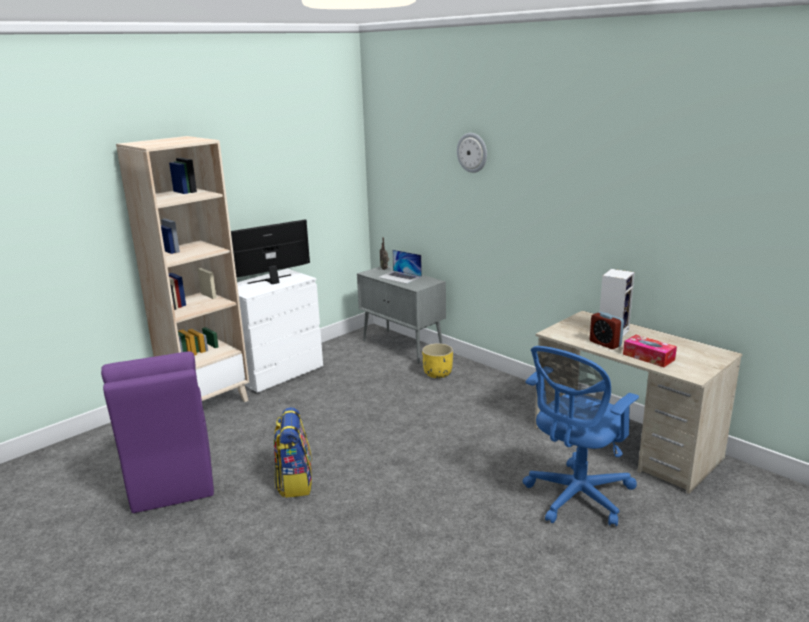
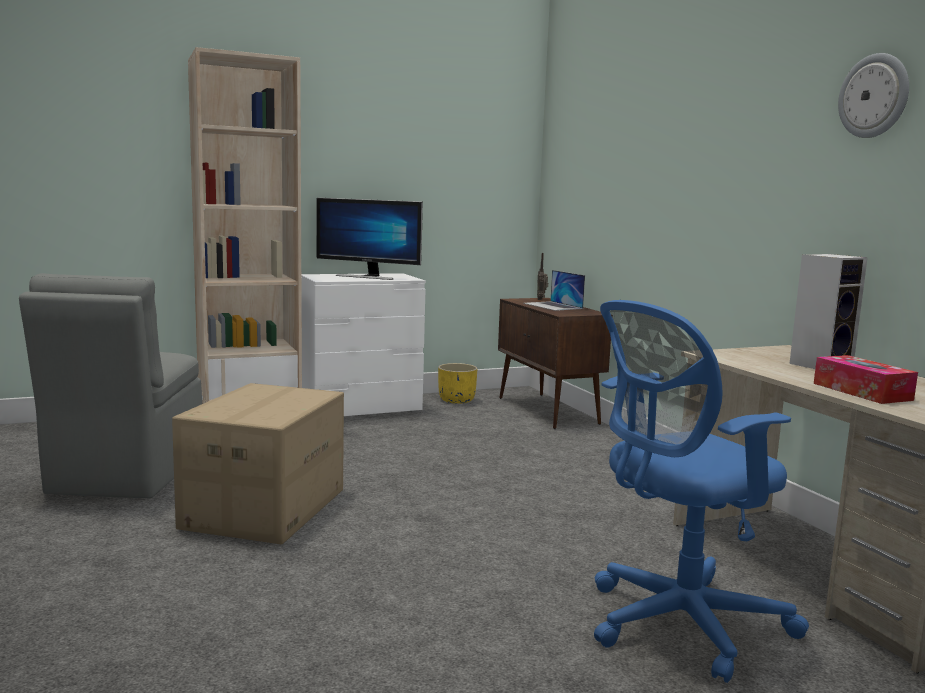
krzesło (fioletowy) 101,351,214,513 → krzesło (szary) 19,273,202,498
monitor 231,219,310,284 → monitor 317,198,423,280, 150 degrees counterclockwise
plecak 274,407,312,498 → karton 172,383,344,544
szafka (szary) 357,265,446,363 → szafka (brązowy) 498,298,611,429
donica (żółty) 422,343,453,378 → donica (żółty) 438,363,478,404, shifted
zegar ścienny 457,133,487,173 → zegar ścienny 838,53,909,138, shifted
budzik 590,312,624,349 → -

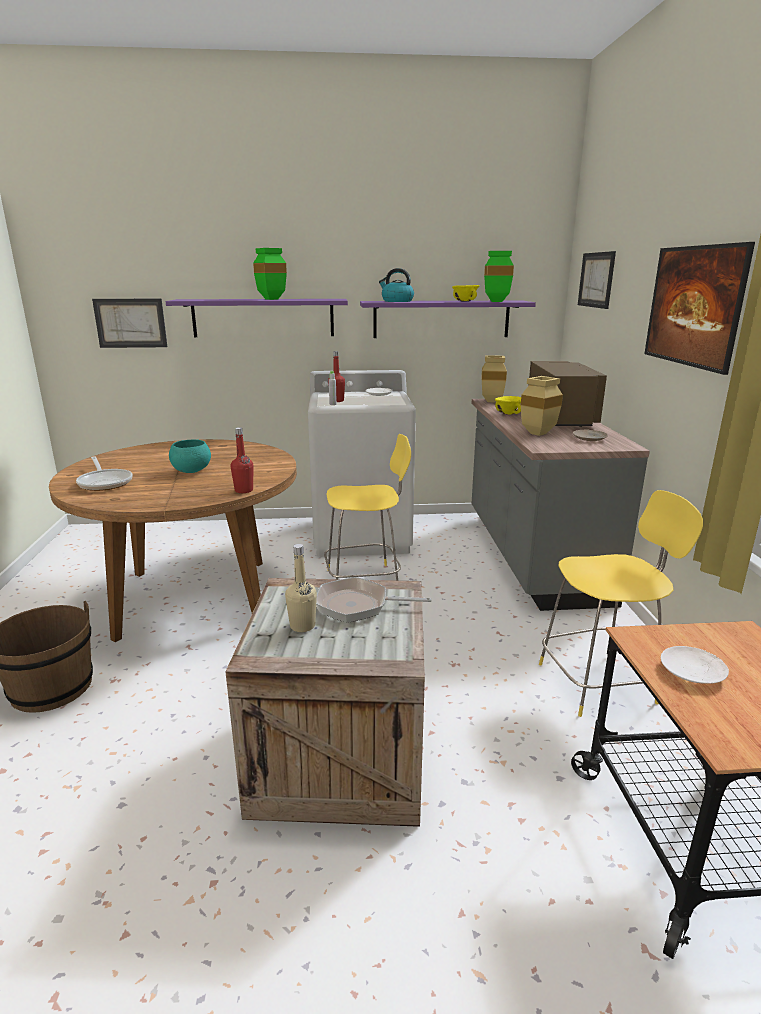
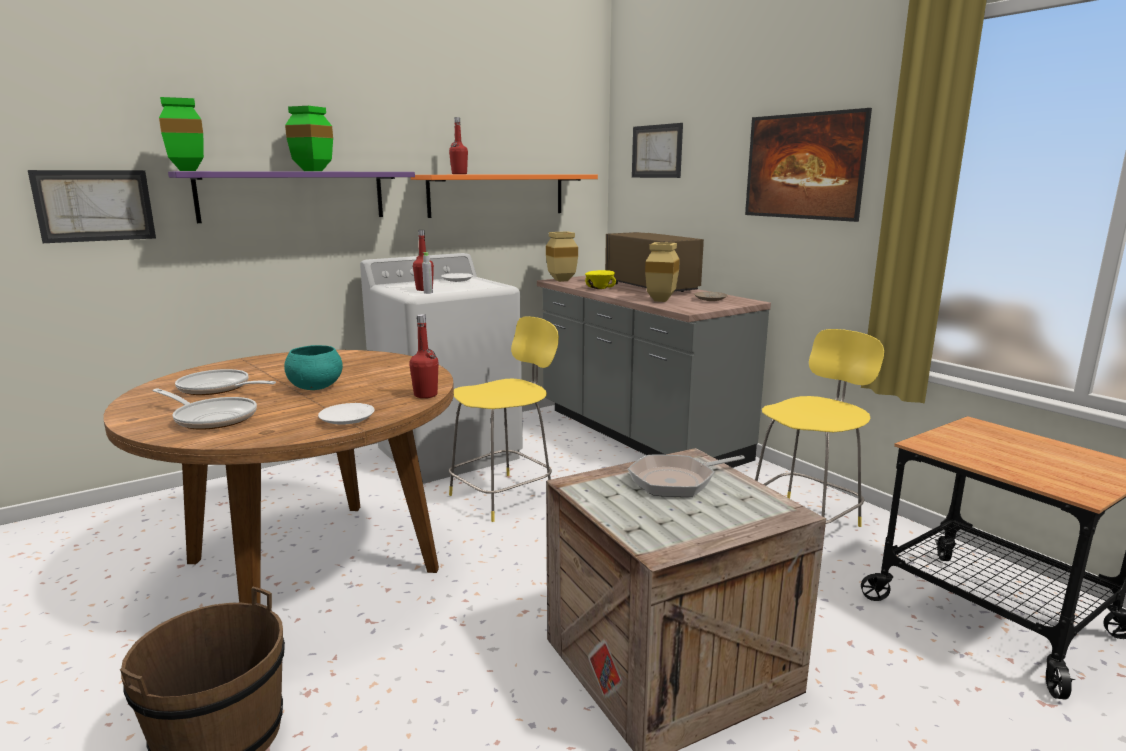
butelka (beżowy) 285,544,317,632 → -
półka (fioletowy) 360,301,536,338 → półka (pomarańczowy) 411,175,598,218
czajnik 379,268,414,302 → butelka (czerwony) 449,117,468,174
miska (żółty) 452,285,479,302 → -
wazon (zielony) 484,251,514,302 → wazon (zielony) 159,97,204,171, shifted
talerz (biały) 661,646,729,684 → talerz (biały) 318,403,375,425, shifted
- → patelnia 175,369,276,395

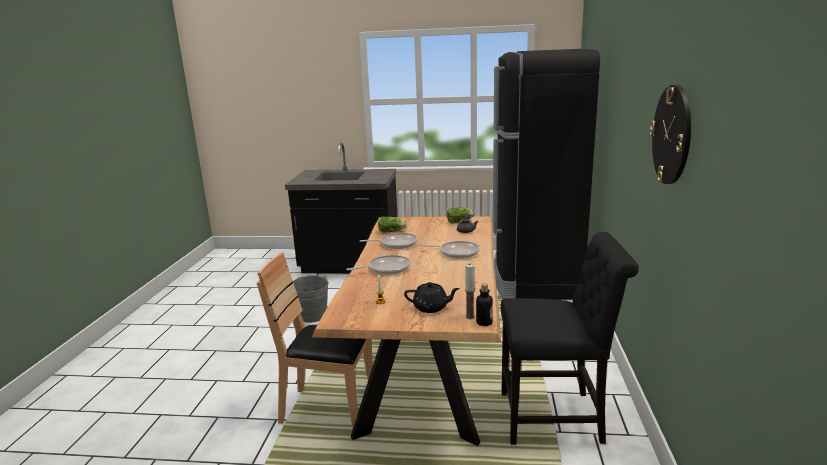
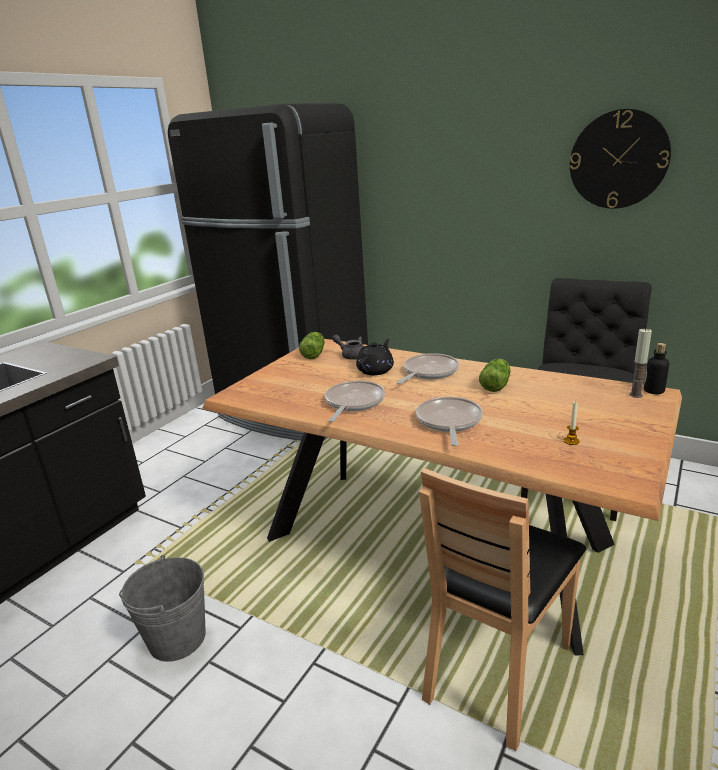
sałata 378,217,407,232 → sałata 479,359,511,392, shifted
imbryk (czarny) 404,282,460,313 → imbryk (czarny) 356,339,394,375, shifted

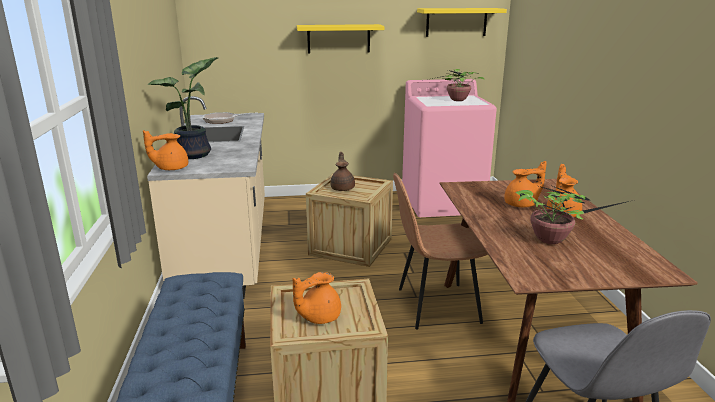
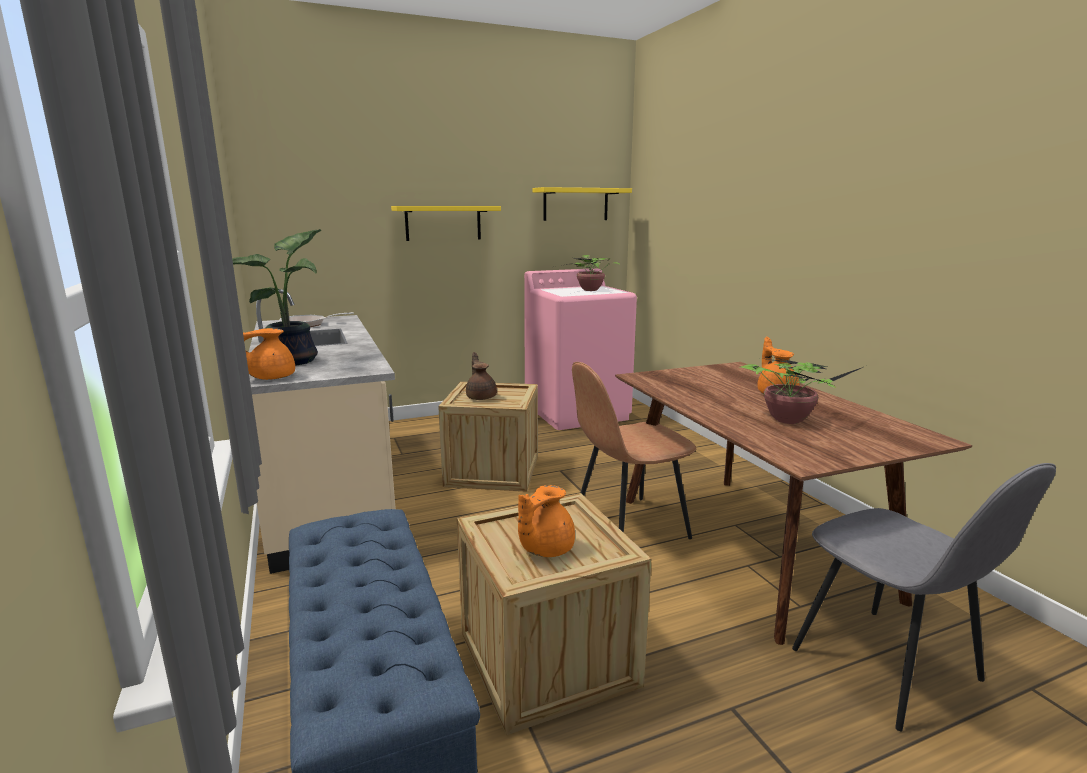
imbryk (pomarańczowy) 504,161,547,207 → -

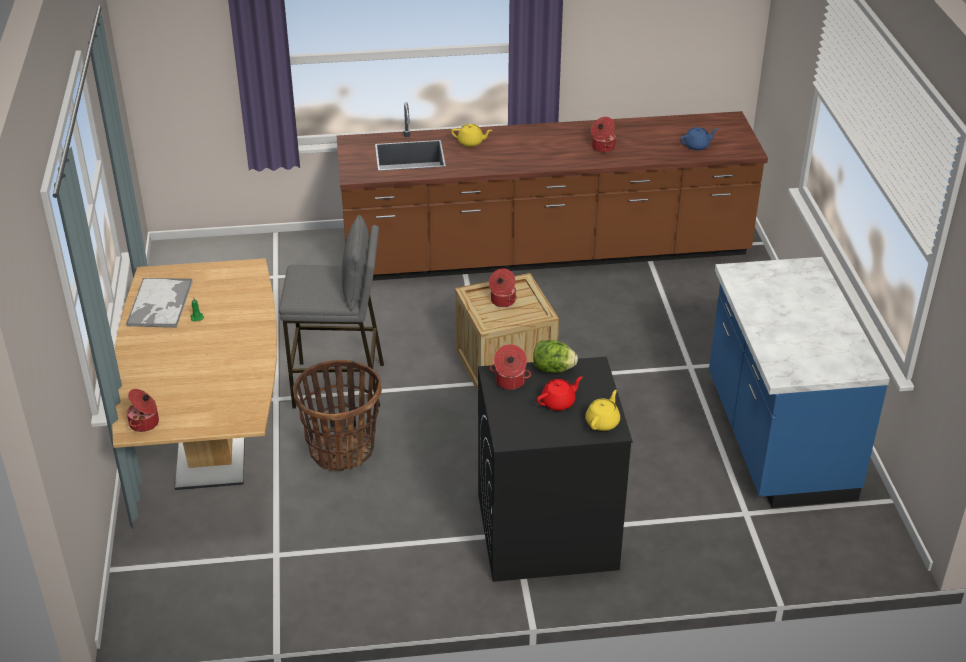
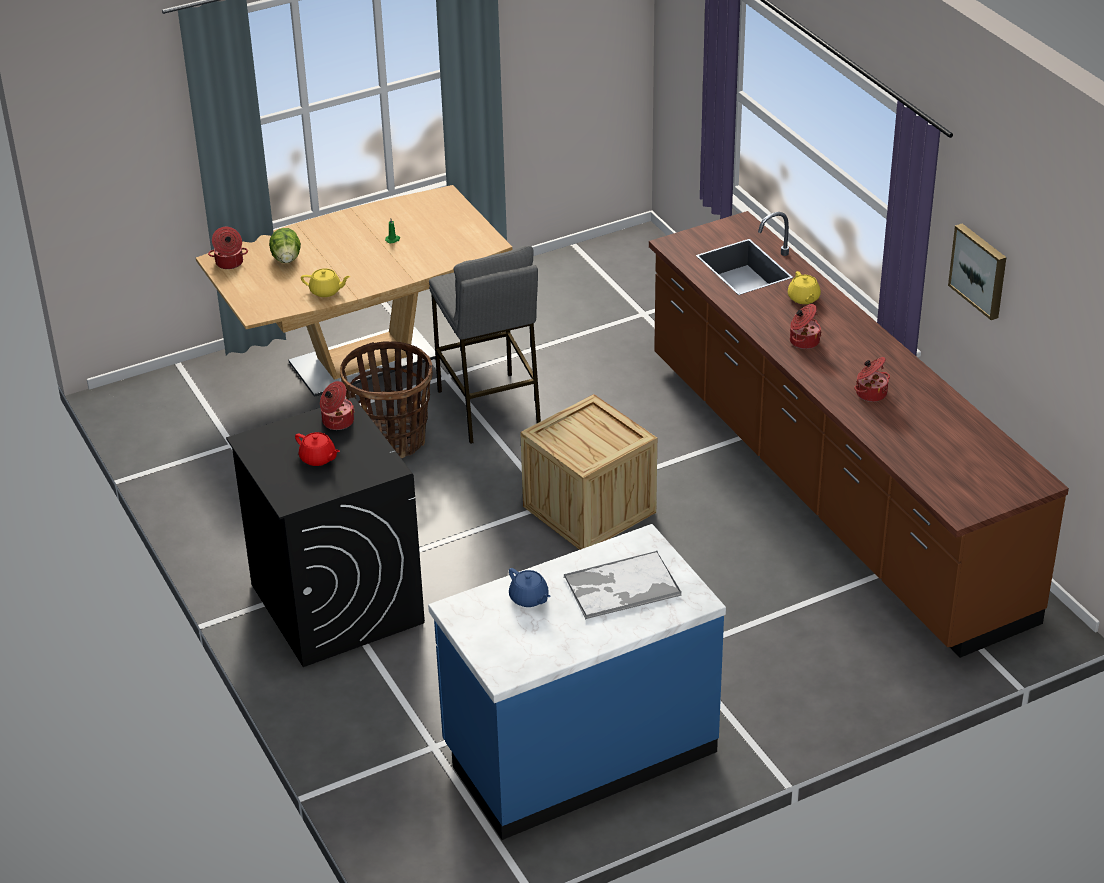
taca 126,278,193,328 → taca 564,551,682,619, shifted
garnek 489,269,517,307 → garnek 790,304,821,349, shifted
sałata 533,340,578,373 → sałata 269,228,301,263, shifted
imbryk (żółty) 585,390,620,431 → imbryk (żółty) 301,269,351,297, shifted
imbryk (niebieski) 680,127,718,150 → imbryk (niebieski) 509,568,551,607, shifted
- → obraz 948,224,1006,320

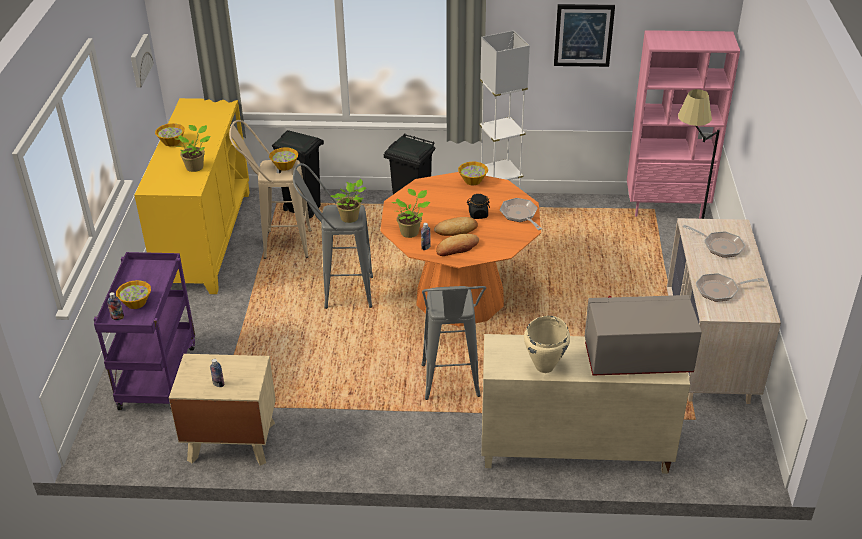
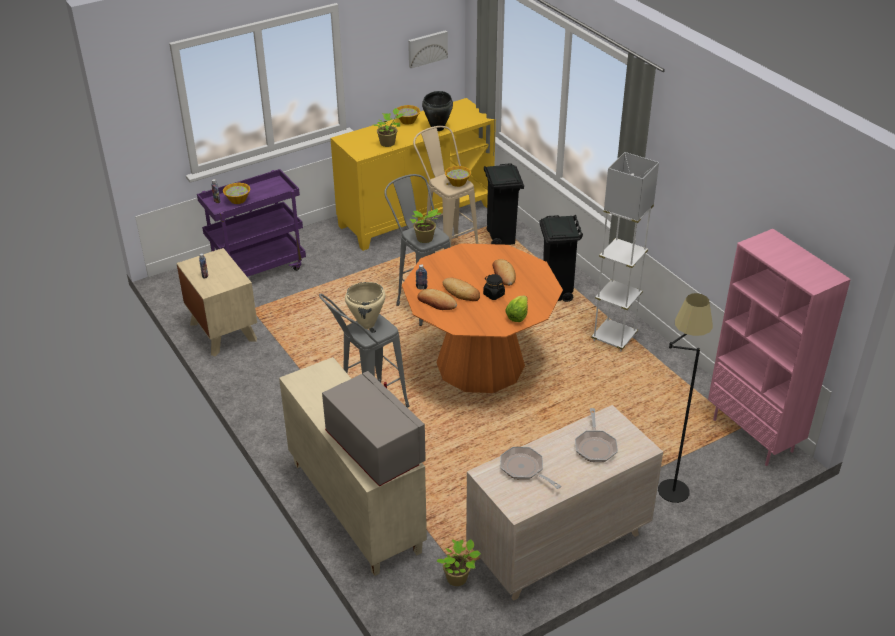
roślina doniczkowa 392,189,430,238 → roślina doniczkowa 436,539,481,586, shifted
miska 458,162,488,185 → -
patelnia 500,198,542,230 → sałata 505,296,528,322
garnek (beżowy) 524,316,570,373 → garnek (beżowy) 345,282,385,329, shifted
obraz 554,4,615,67 → -
- → garnek (czarny) 422,91,453,131
- → chleb 493,259,516,286

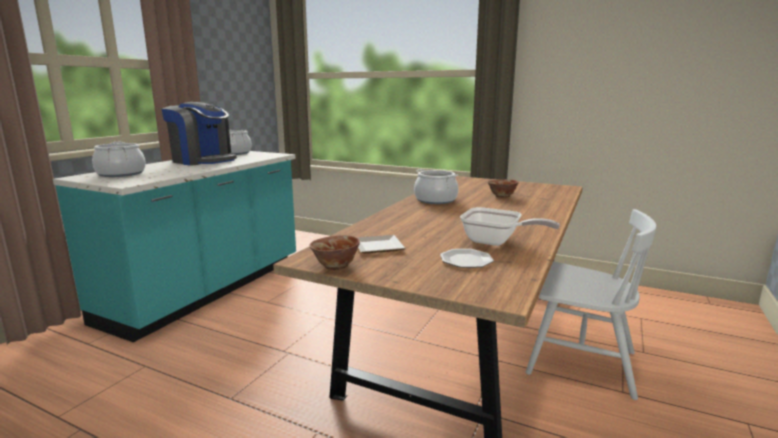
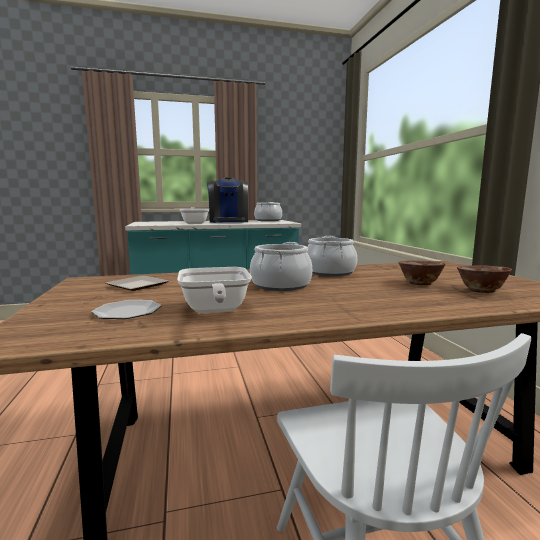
garnek 92,142,146,177 → garnek 250,242,312,291, shifted
miska 309,235,360,270 → miska 457,265,512,293, shifted
- → patelnia 180,207,209,224

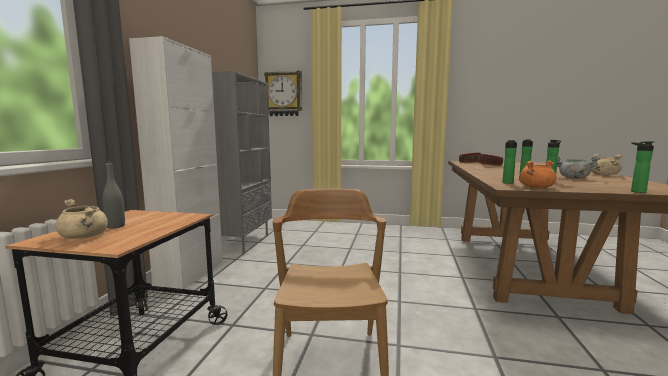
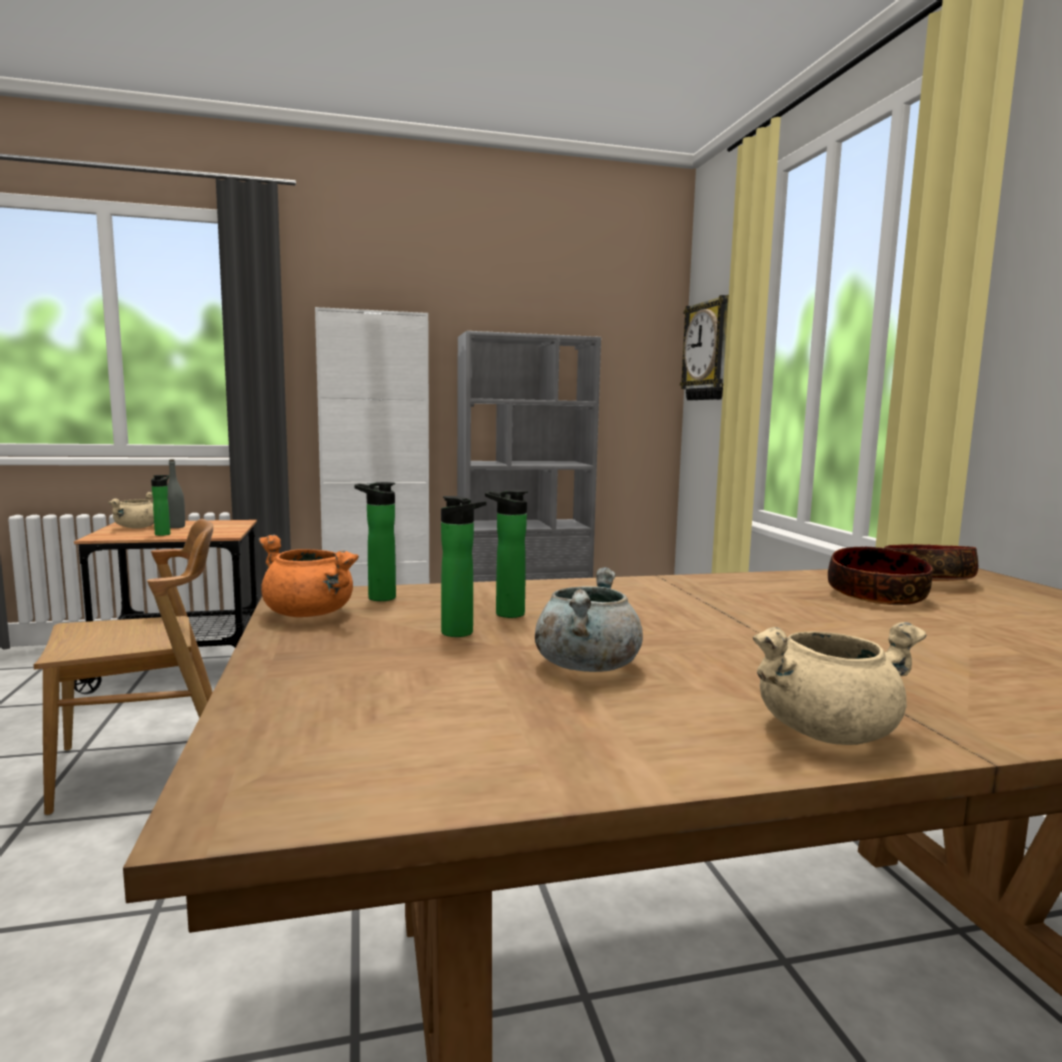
butelka 631,141,654,193 → butelka 151,475,170,536, shifted

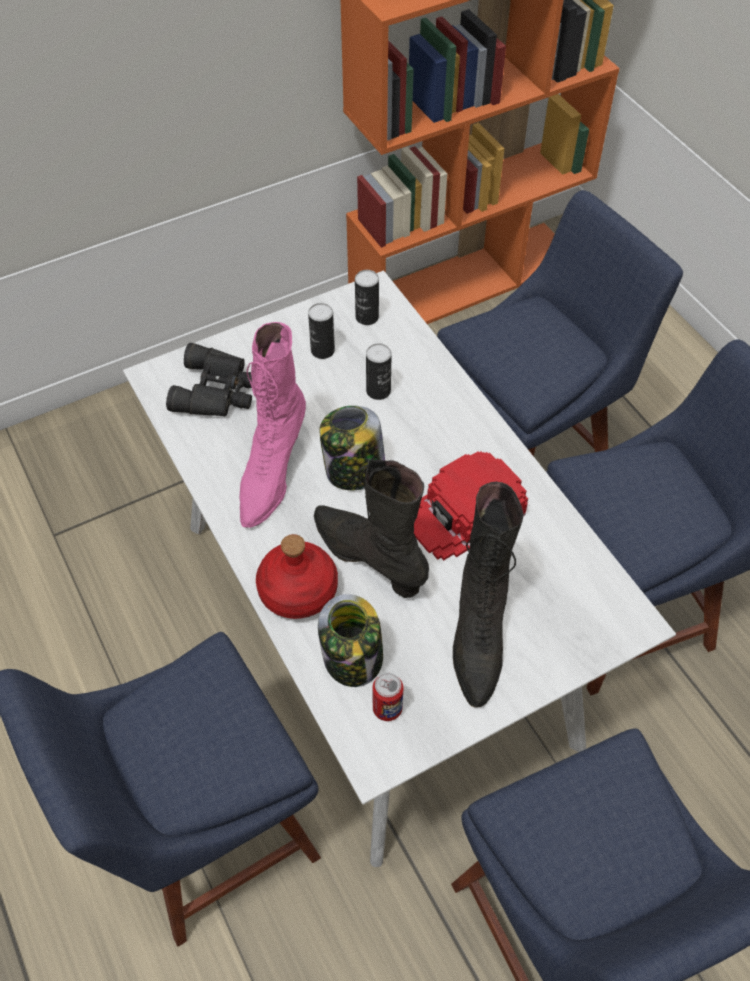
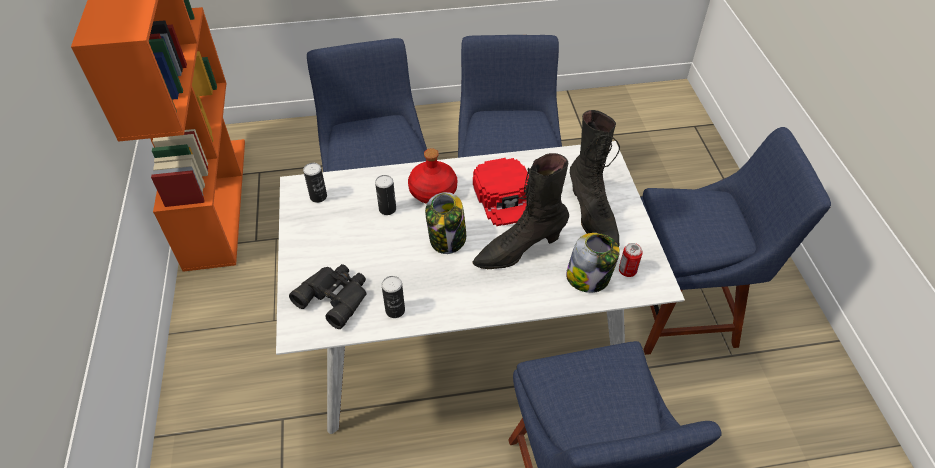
but z cholewką (różowy) 240,322,306,528 → -
butelka (czerwony) 256,534,338,619 → butelka (czerwony) 408,148,457,204, shifted
puszka 308,303,335,359 → puszka 381,276,405,318, shifted
but z cholewką (czarny) 453,482,524,707 → but z cholewką (czarny) 570,110,620,246, 45 degrees clockwise

